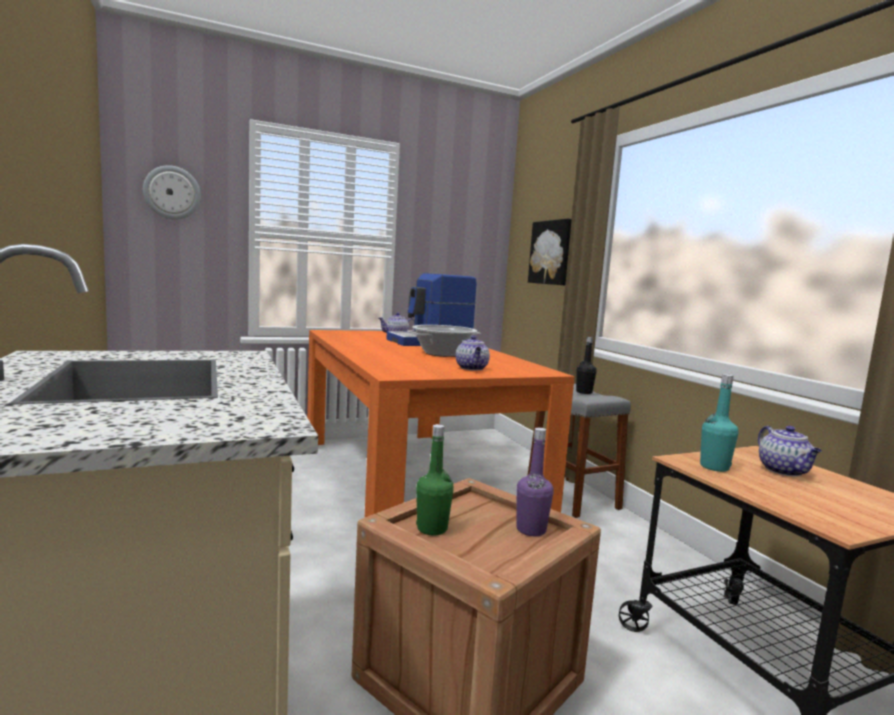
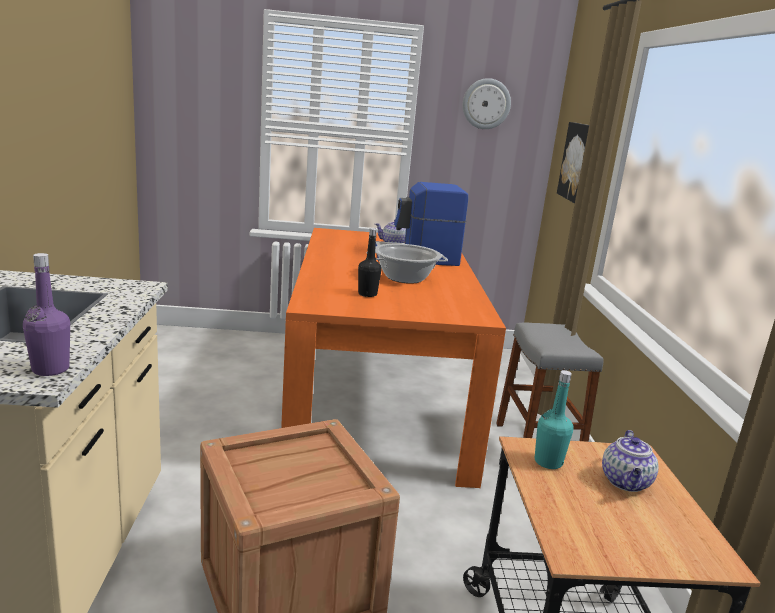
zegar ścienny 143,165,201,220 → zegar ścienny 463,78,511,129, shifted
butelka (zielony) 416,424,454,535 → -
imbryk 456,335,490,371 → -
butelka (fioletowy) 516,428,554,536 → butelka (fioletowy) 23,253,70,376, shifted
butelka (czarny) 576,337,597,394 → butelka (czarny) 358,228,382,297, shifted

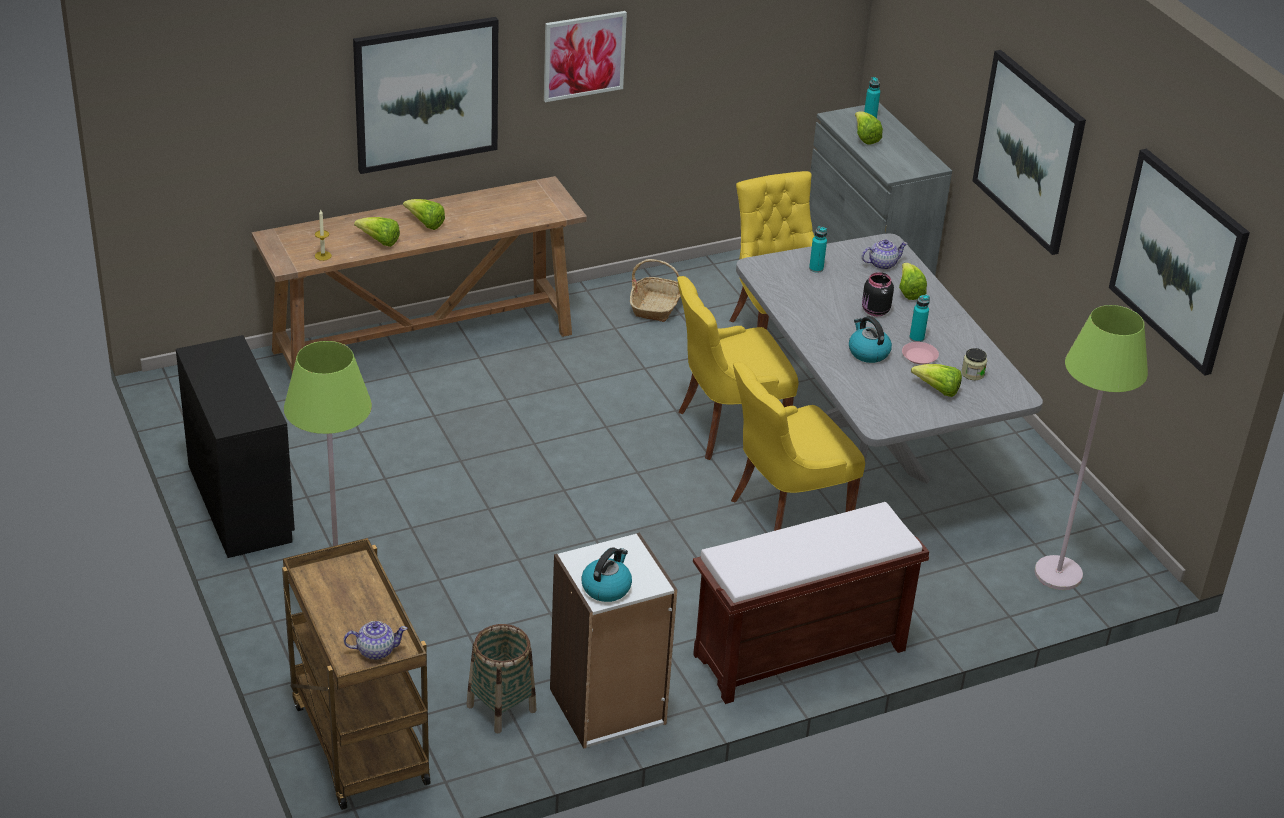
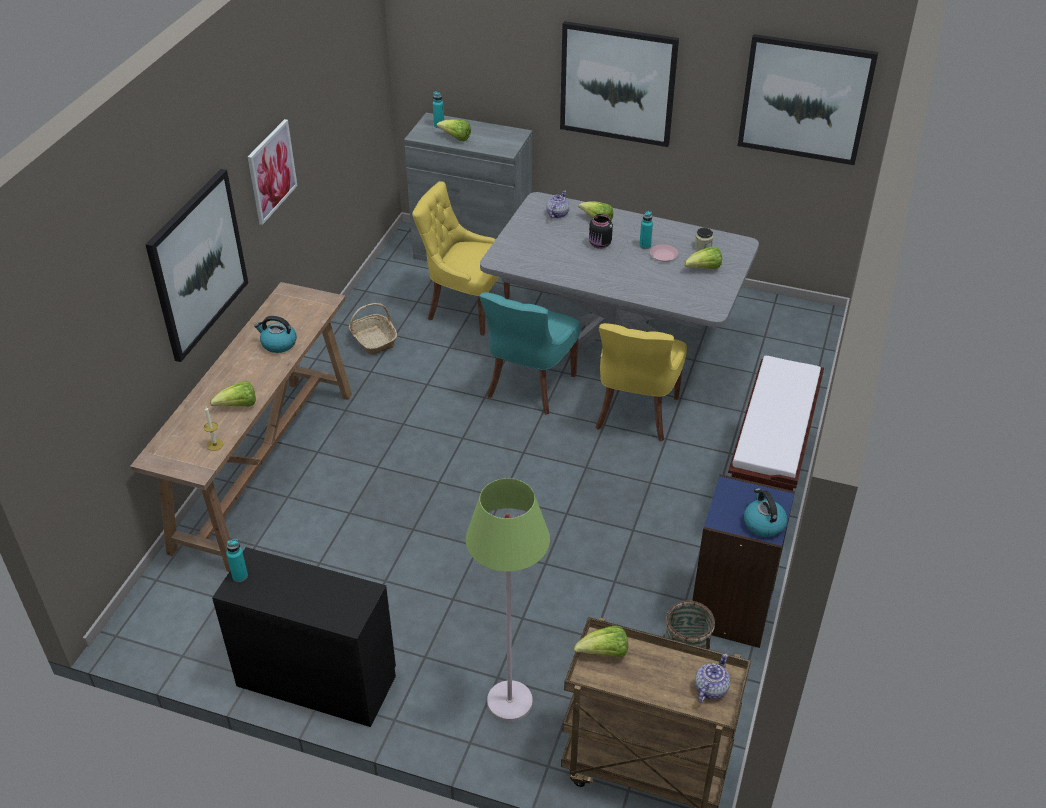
sałata 403,199,445,230 → sałata 574,626,628,657, shifted
regał (biały) 550,533,677,749 → regał (niebieski) 692,474,795,648
krzesło (żółty) 677,276,798,460 → krzesło (turkusowy) 479,292,581,415
butelka (turkusowy) 809,226,827,273 → butelka (turkusowy) 226,539,248,582, shifted
czajnik 849,316,892,363 → czajnik 254,316,297,353, shifted
lampa stojąca (zielony) 1035,305,1148,590 → -

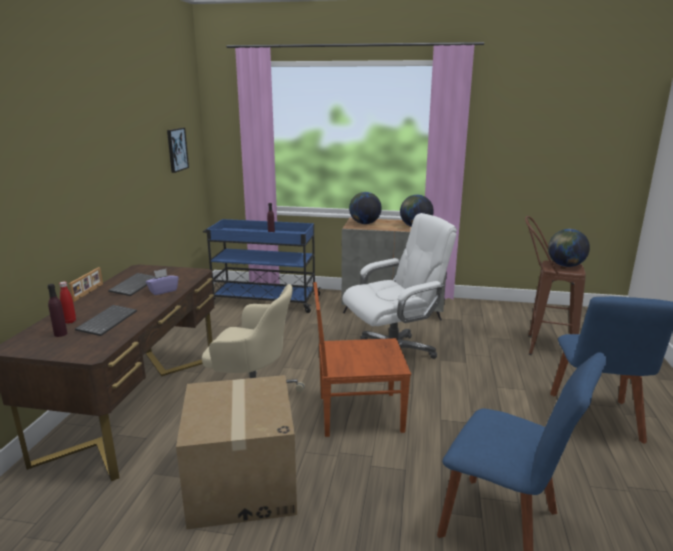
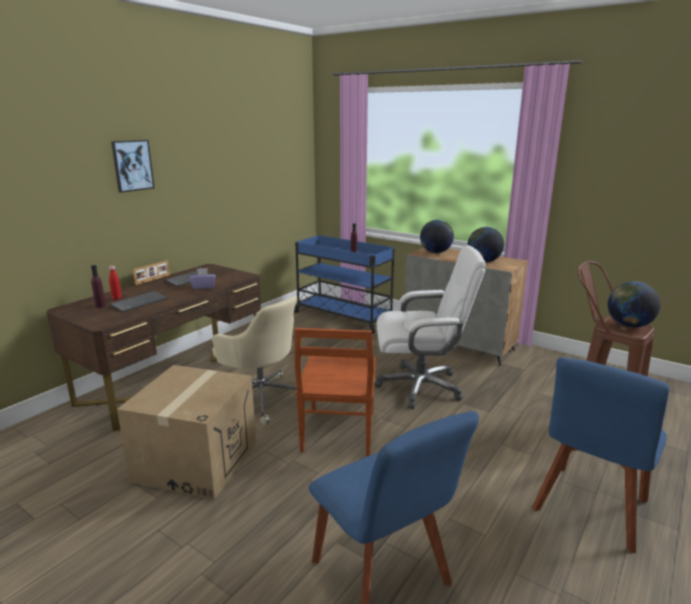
obraz 167,128,189,173 → obraz 111,140,155,193, shifted
krzesło (brązowy) 313,282,411,437 → krzesło (brązowy) 295,328,376,456, 105 degrees counterclockwise

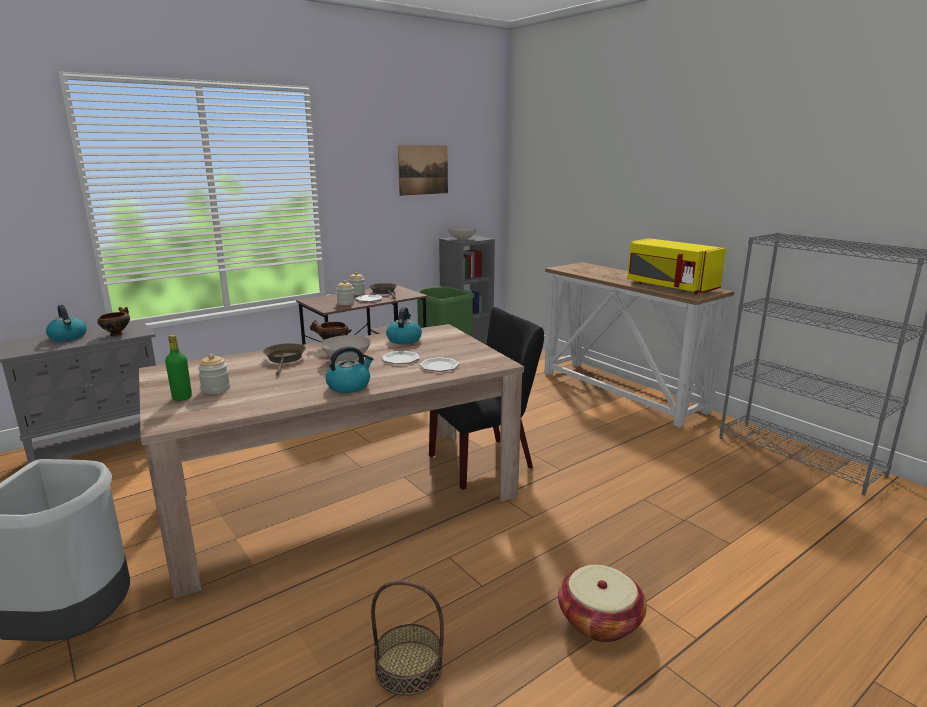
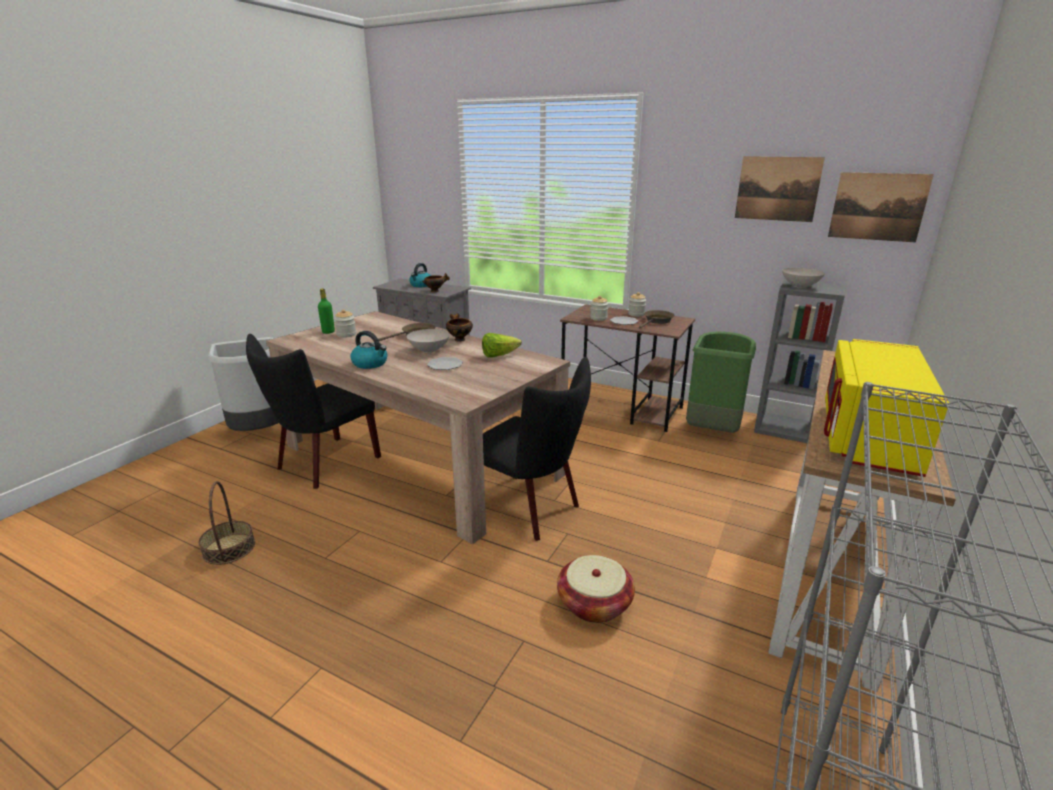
czajnik 386,307,422,344 → sałata 482,333,522,358
talerz 419,357,459,372 → -
koszyk 558,565,647,642 → koszyk 557,555,635,623, shifted
- → krzesło (czarny) 246,334,381,489
- → obraz 828,172,934,242

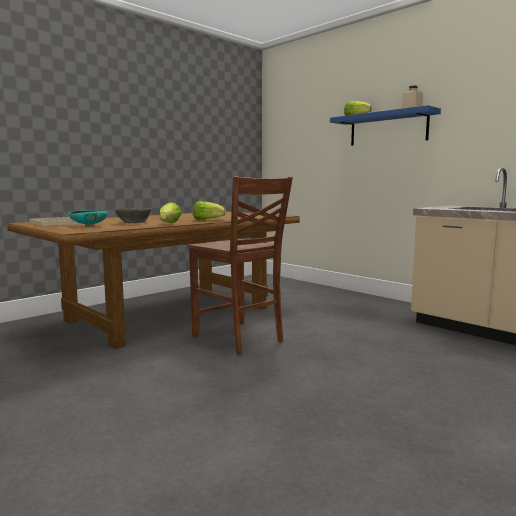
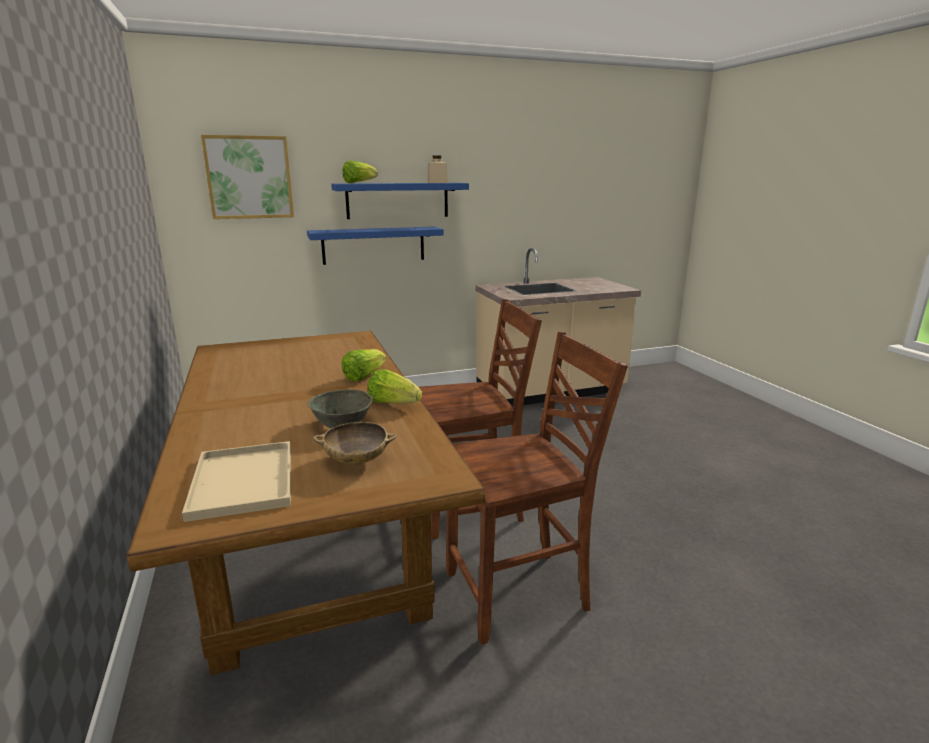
miska (turkusowy) 69,210,108,227 → miska (beżowy) 313,422,396,464
- → obraz 201,135,294,219
- → półka (niebieski) 307,227,444,265
- → krzesło (brązowy) 446,332,628,644

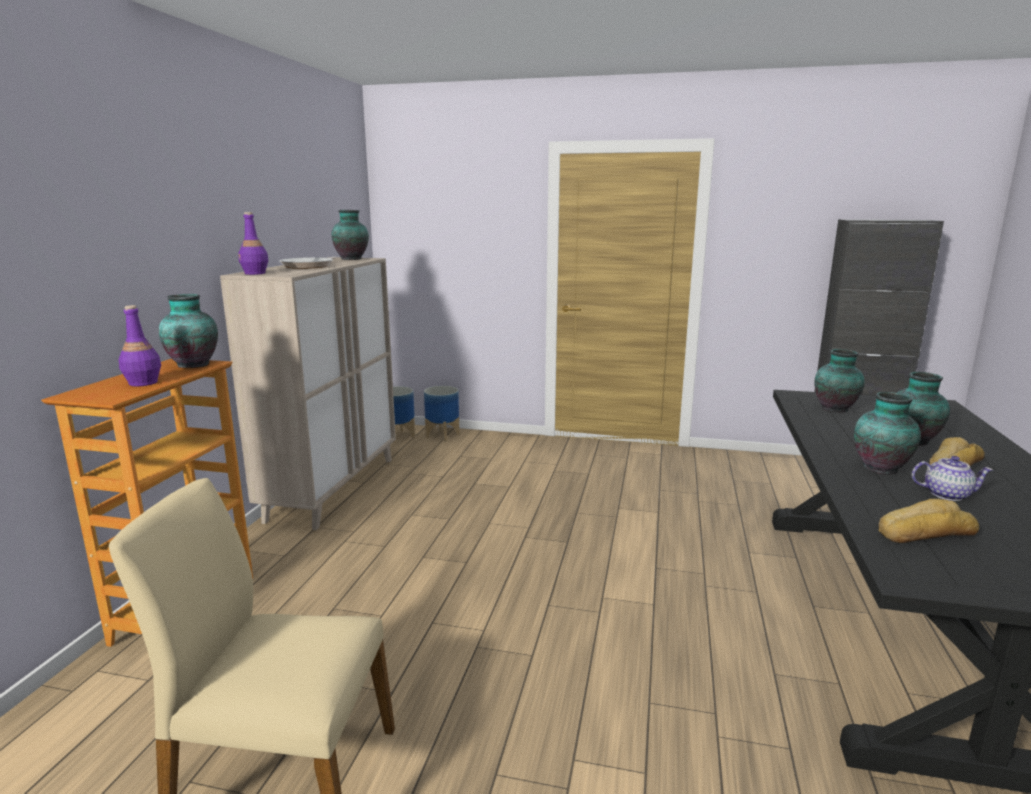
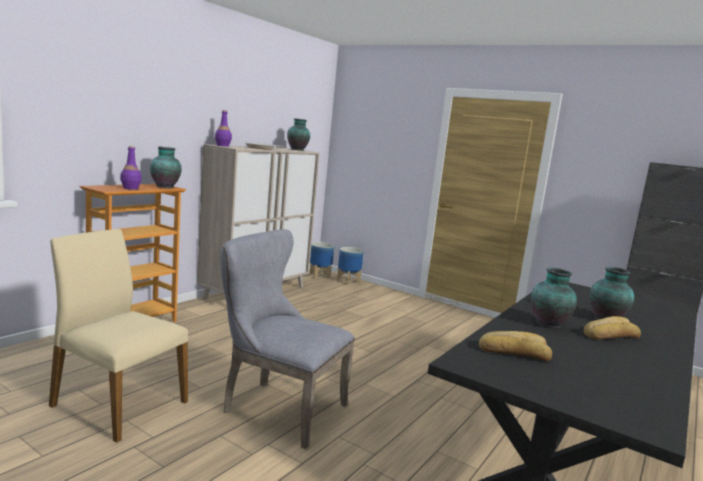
wazon 814,349,865,413 → -
imbryk 912,456,993,501 → -
- → krzesło (szary) 220,229,355,449

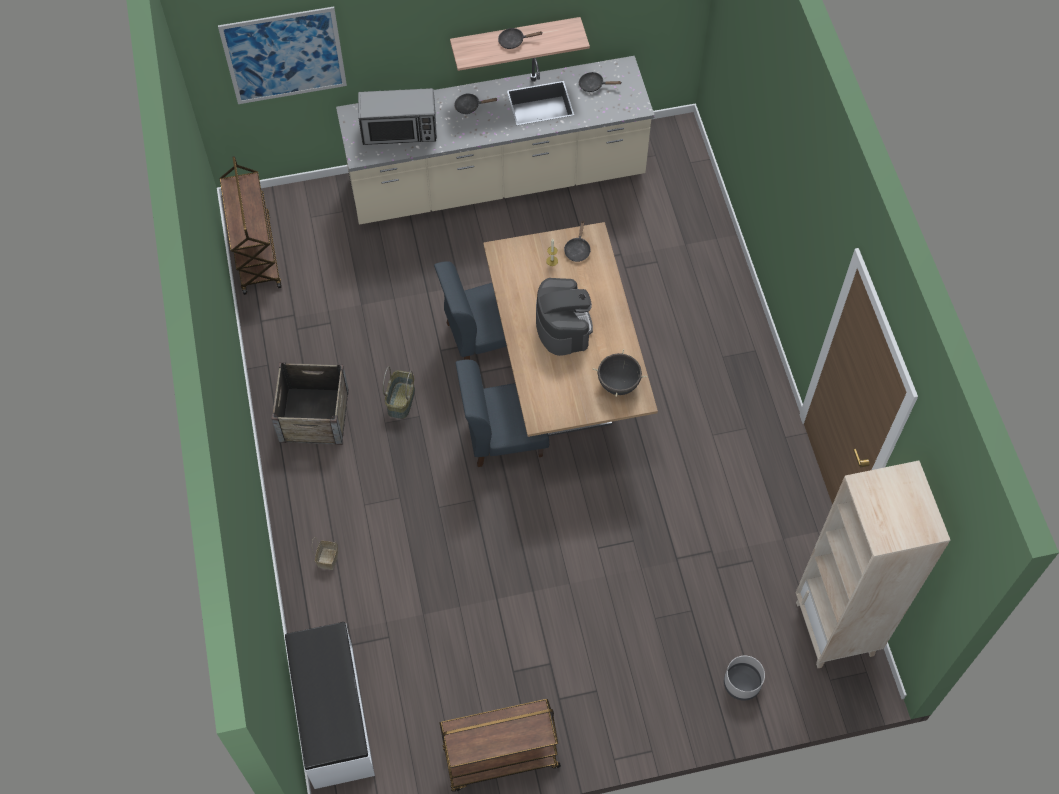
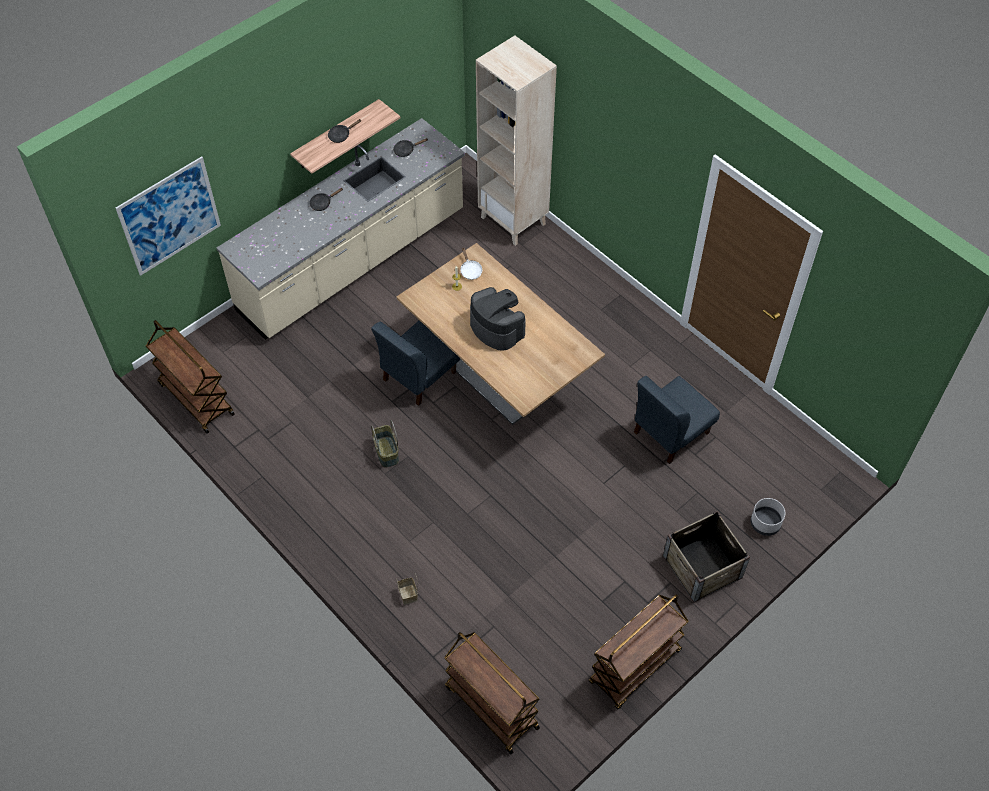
skrzynka 272,362,349,445 → skrzynka 663,511,750,602, shifted
ławka (biały) 285,622,375,789 → wózek (brązowy) 444,632,540,754
mikrofalówka 358,88,437,145 → -
krzesło (niebieski) 455,359,549,467 → krzesło (niebieski) 634,376,720,464, shifted
patelnia (czarny) 564,221,591,262 → patelnia (biały) 460,248,482,280
garnek (czarny) 593,349,647,397 → -
regał (beżowy) 795,460,950,668 → regał (beżowy) 476,36,557,246, shifted

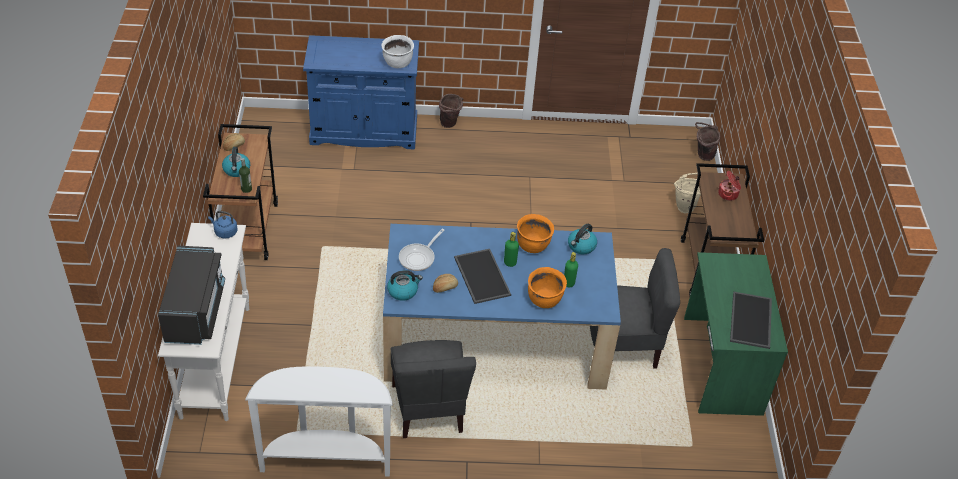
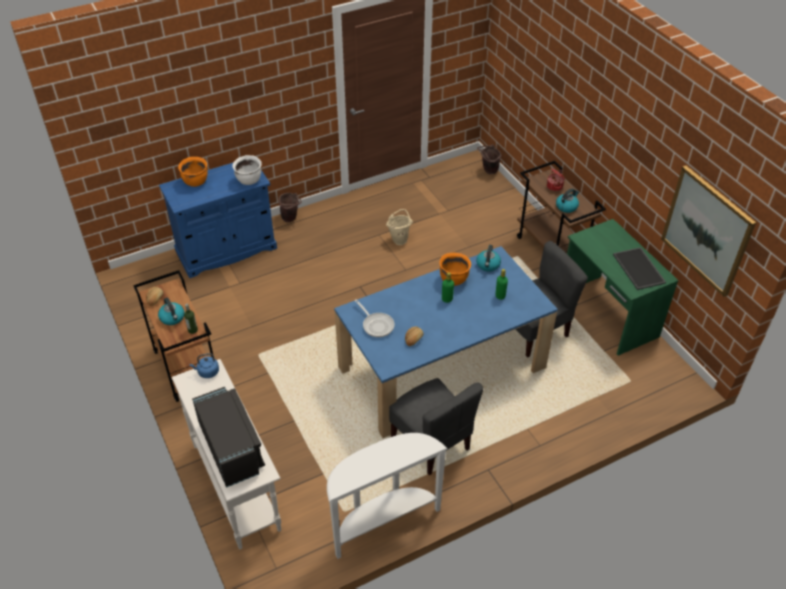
czajnik 387,270,423,301 → czajnik 556,189,579,213, shifted
patelnia 399,229,444,271 → patelnia 354,299,394,337, 45 degrees counterclockwise
taca 454,249,511,304 → -
garnek (pomarańczowy) 528,267,567,308 → garnek (pomarańczowy) 178,157,208,187, shifted
wiadro (beżowy) 674,173,701,213 → wiadro (beżowy) 386,209,413,245, shifted
- → obraz 661,166,756,297

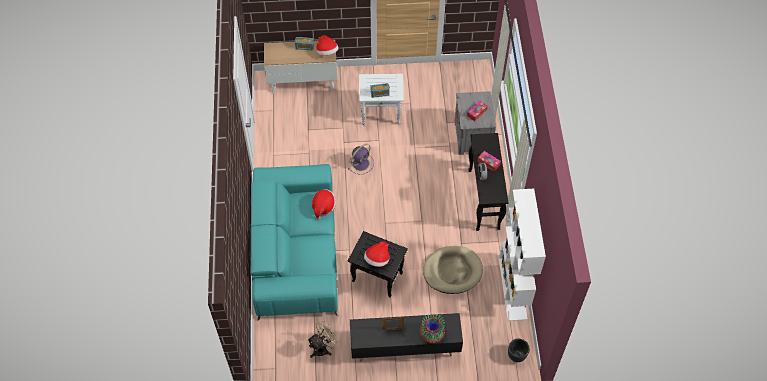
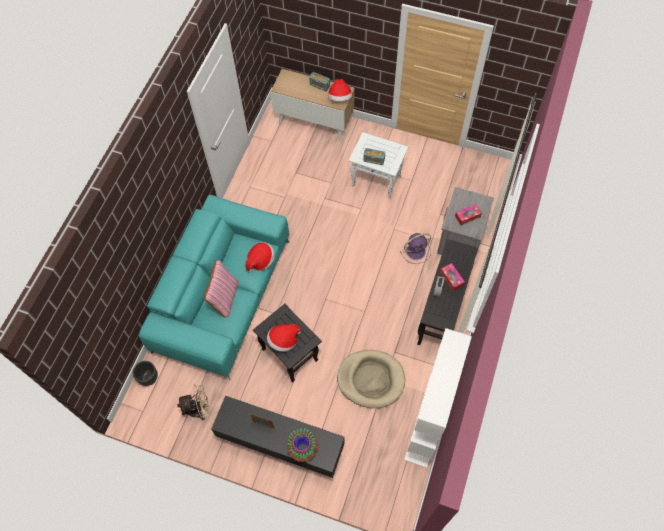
wentylator (fioletowy) 348,144,374,174 → wentylator (fioletowy) 400,233,431,264, shifted
donica (czarny) 508,338,529,362 → donica (czarny) 133,361,158,386, shifted
- → poduszka (różowy) 204,260,239,317

